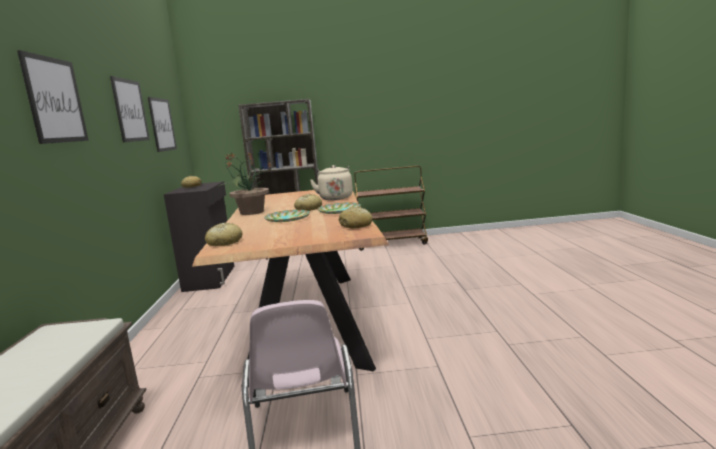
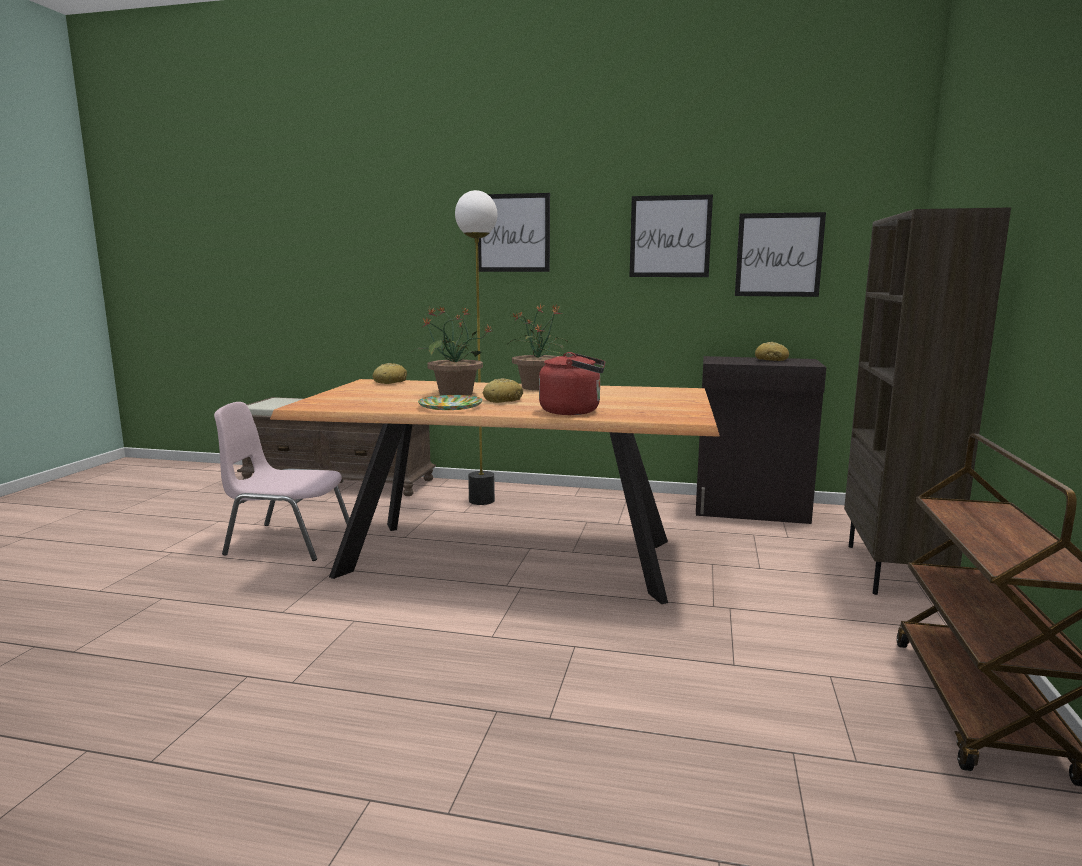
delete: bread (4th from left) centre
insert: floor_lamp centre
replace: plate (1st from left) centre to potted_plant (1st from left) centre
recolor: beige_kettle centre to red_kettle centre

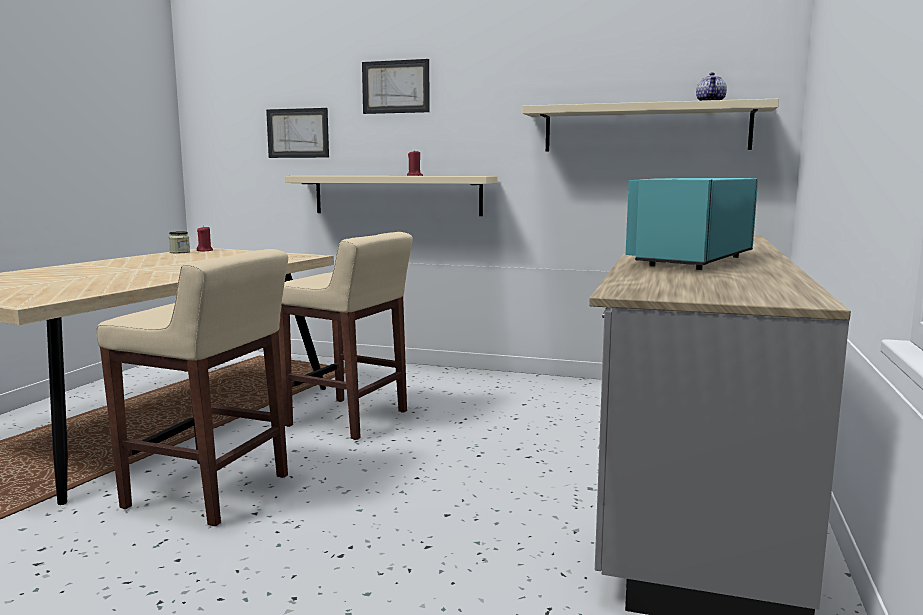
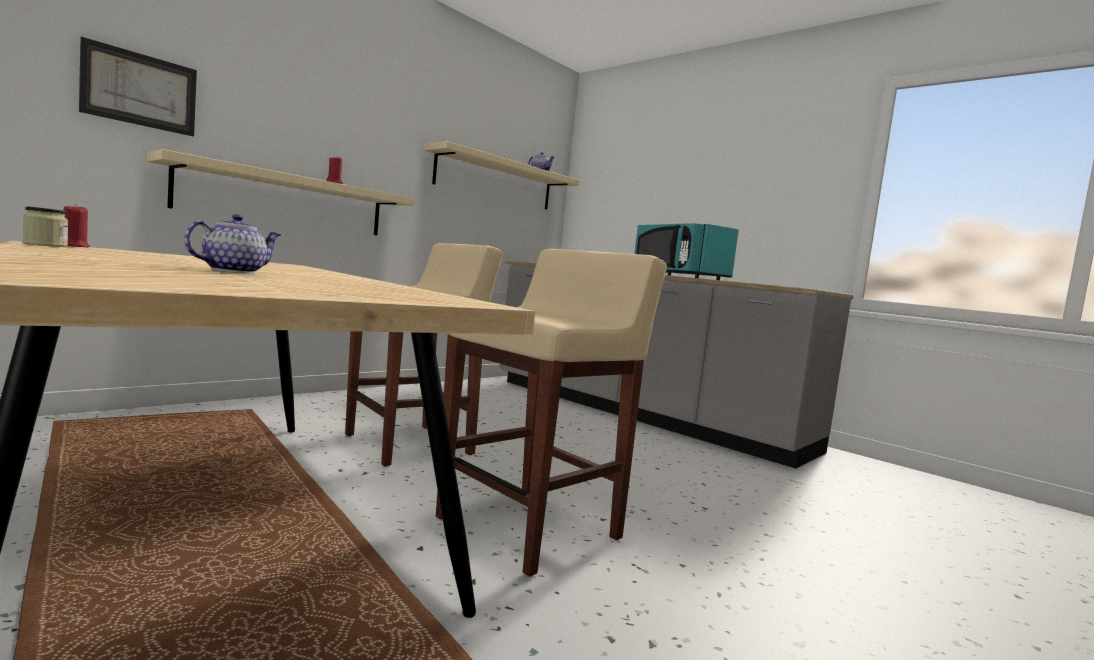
delete: picture (2nd from left) top centre
insert: teapot (1st from left) middle left

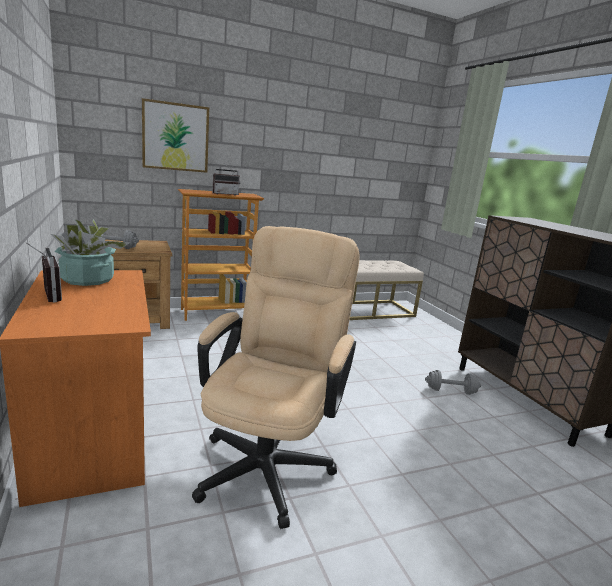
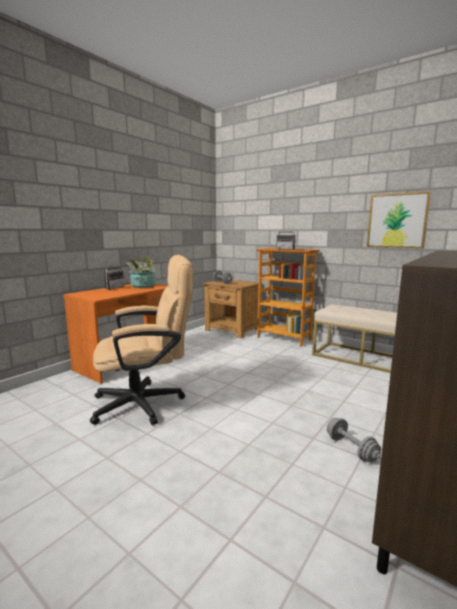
move: picture top left to middle right

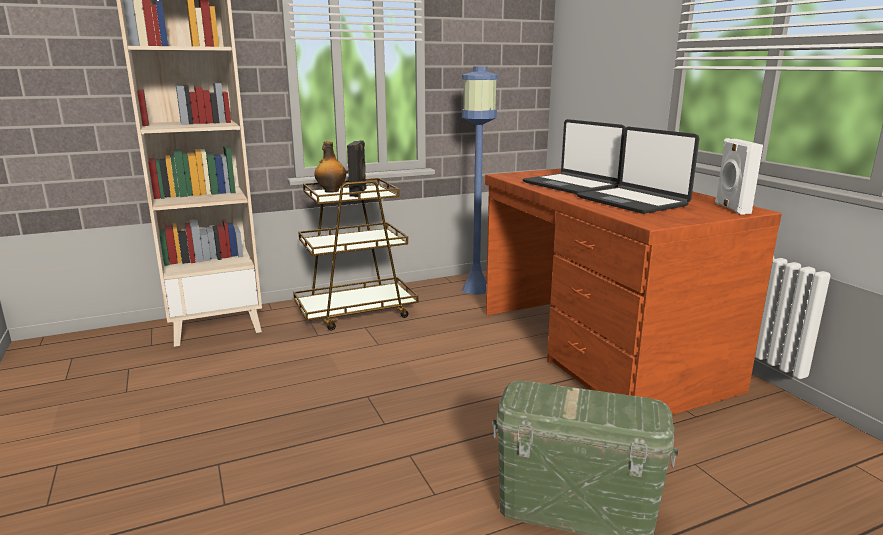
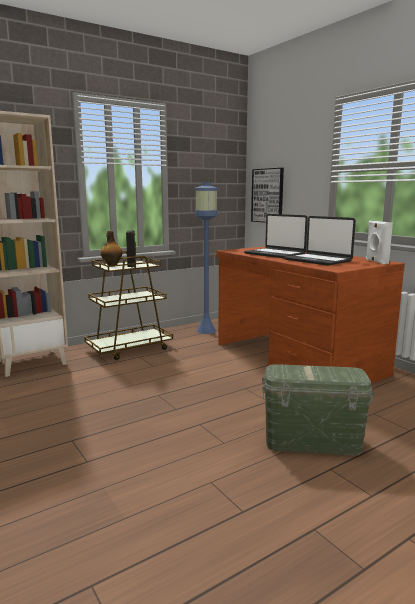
insert: picture top centre

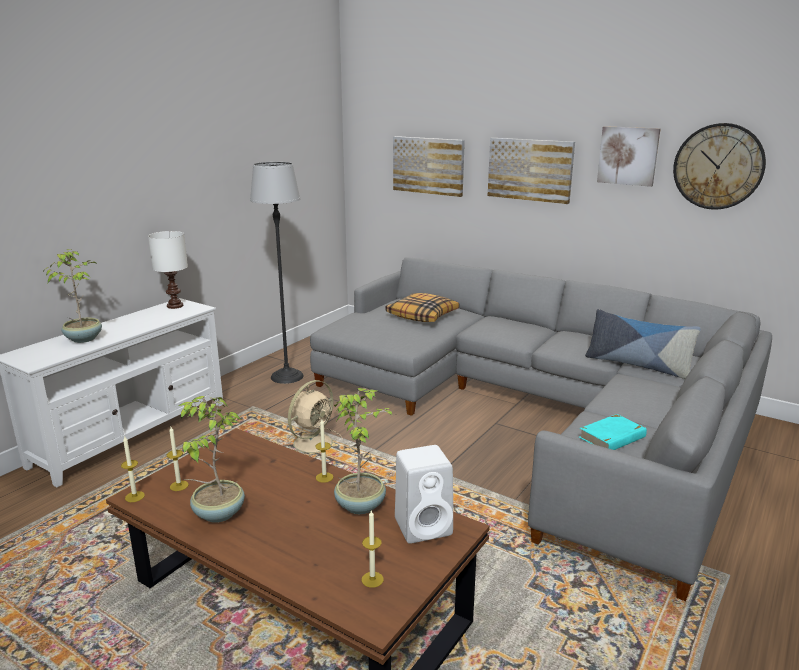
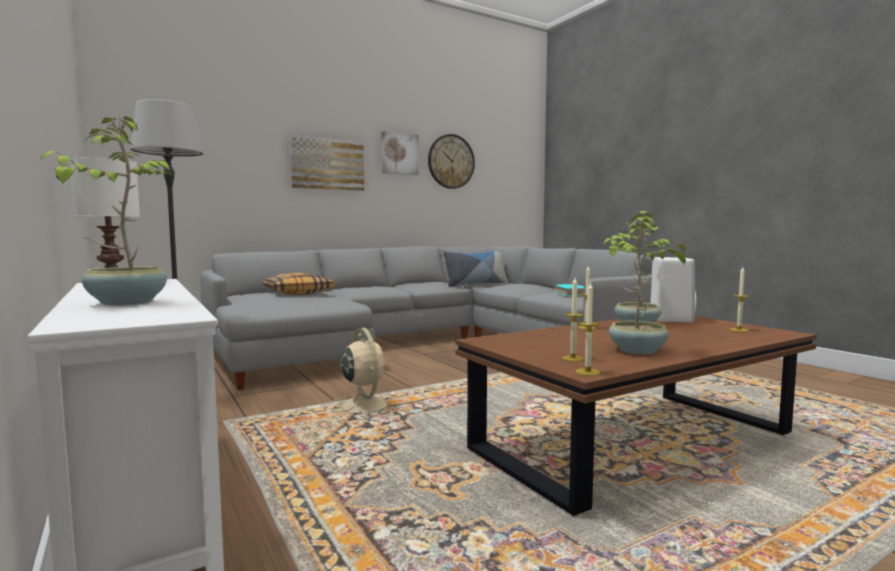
delete: picture (1st from left) top centre

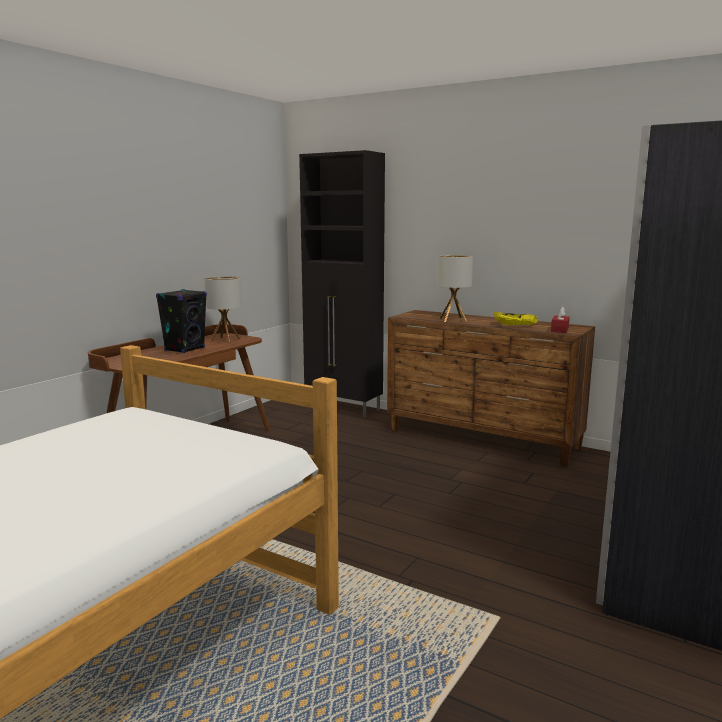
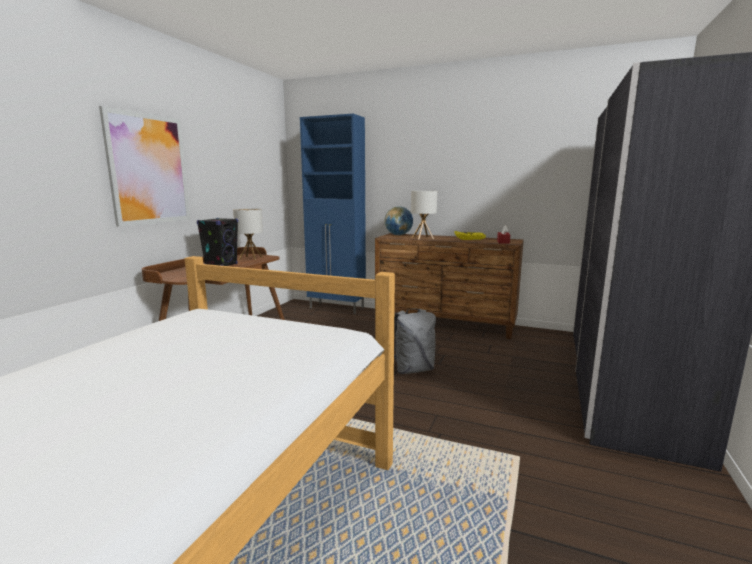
insert: picture top left; globe centre; grey_backpack centre
recolor: black_cabinet centre to blue_cabinet centre

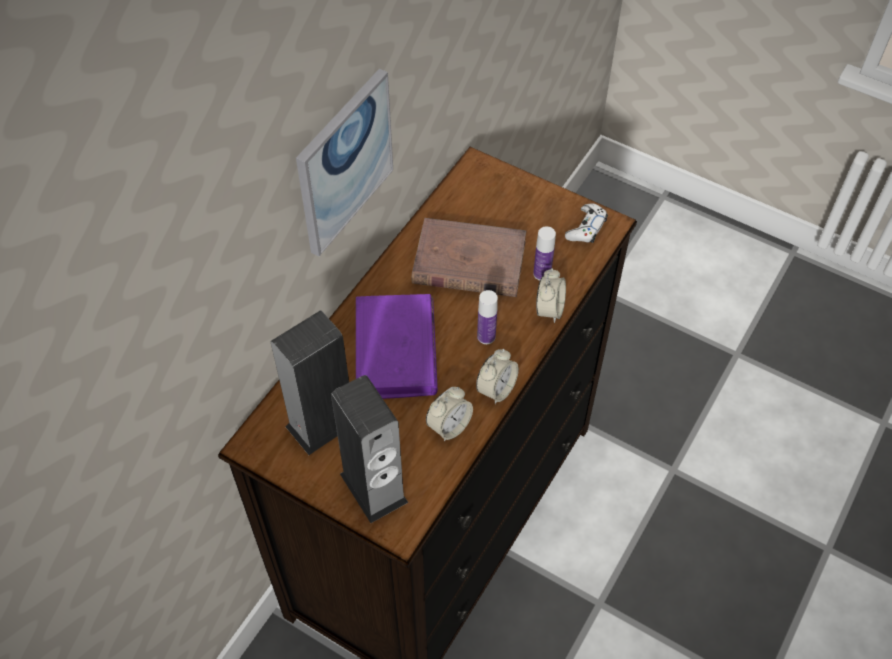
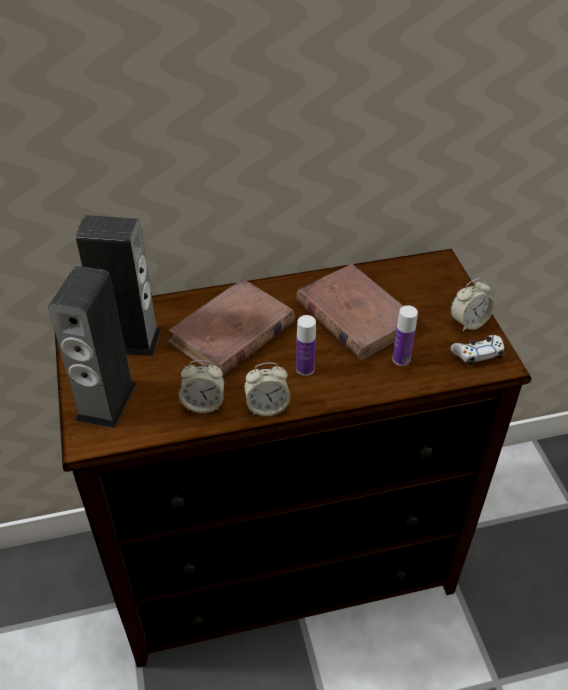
delete: picture top centre
move: alarm_clock (3rd from left) centre to middle right
recolor: purple_book centre to brown_book (1st from left) centre

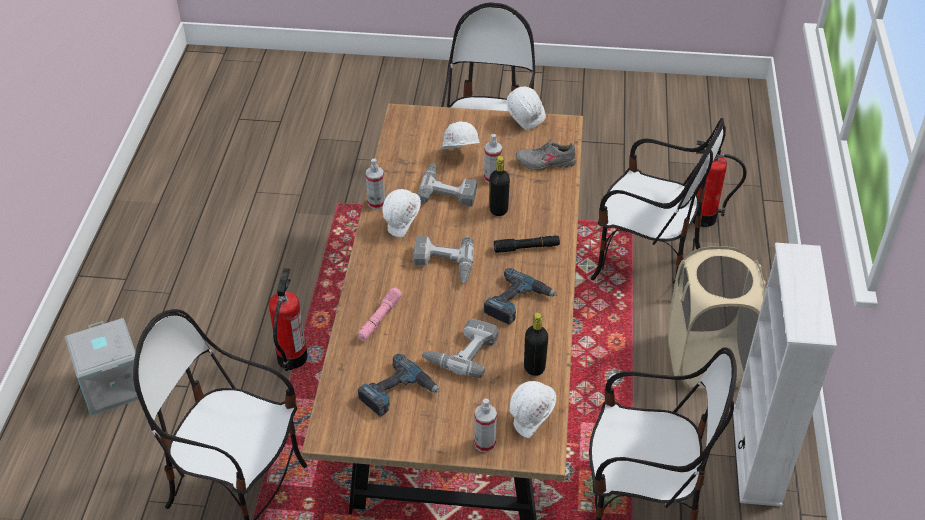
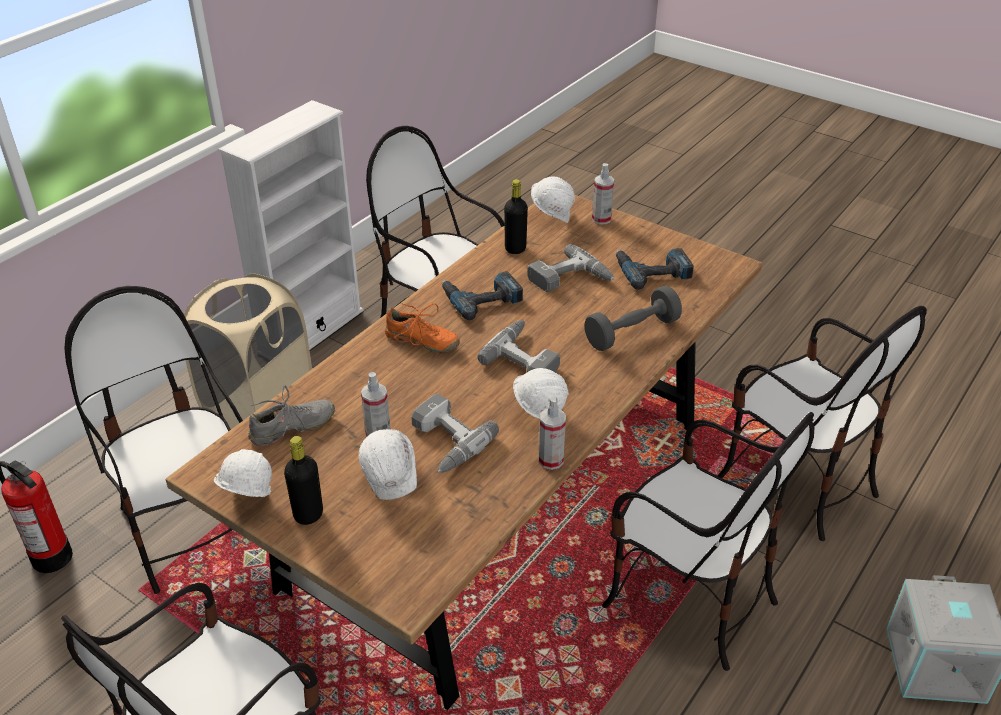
move: black_bottle (1st from left) centre to bottom left
replace: black_flashlight centre to orange_shoe centre; fire_extinguisher (1st from left) middle left to chair (4th from left) bottom right; pink_flashlight centre to grey_dumbbell centre
rotate: grey_shoe top centre = middle left 60 degrees counterclockwise

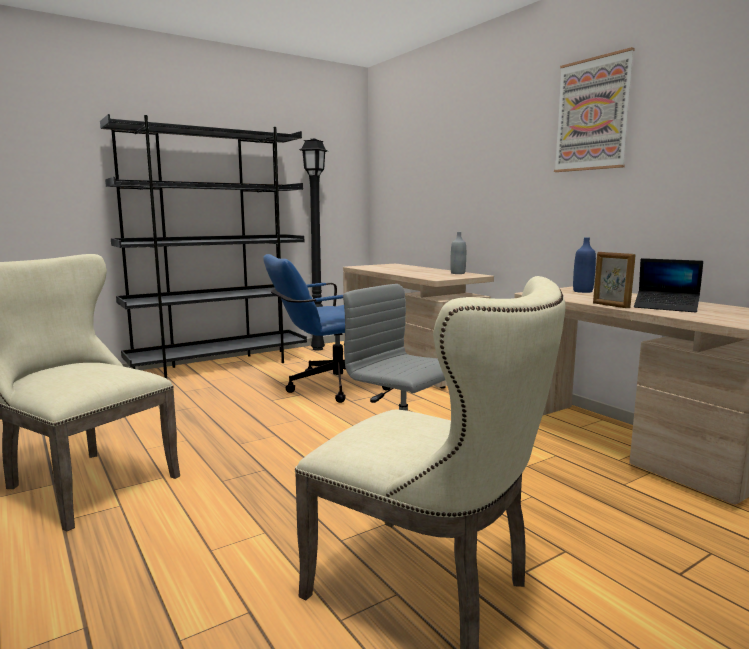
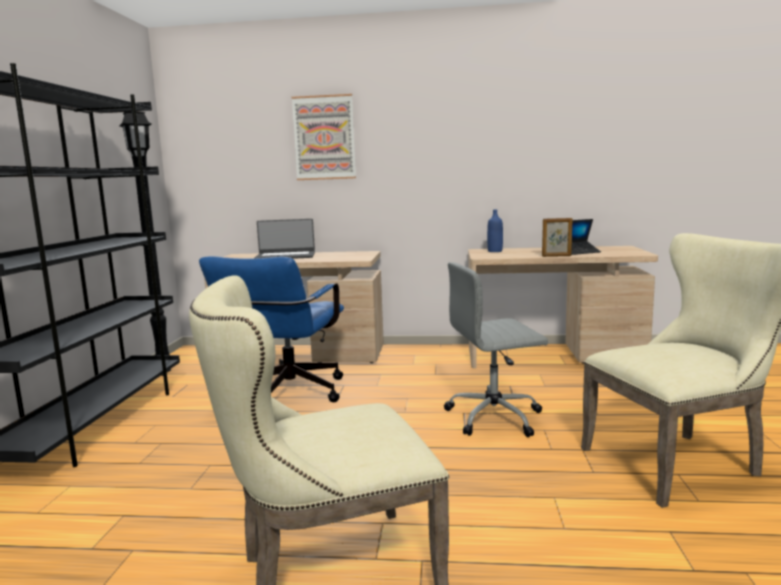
delete: grey_bottle centre
insert: laptop (1st from left) centre
move: picture top right to top centre

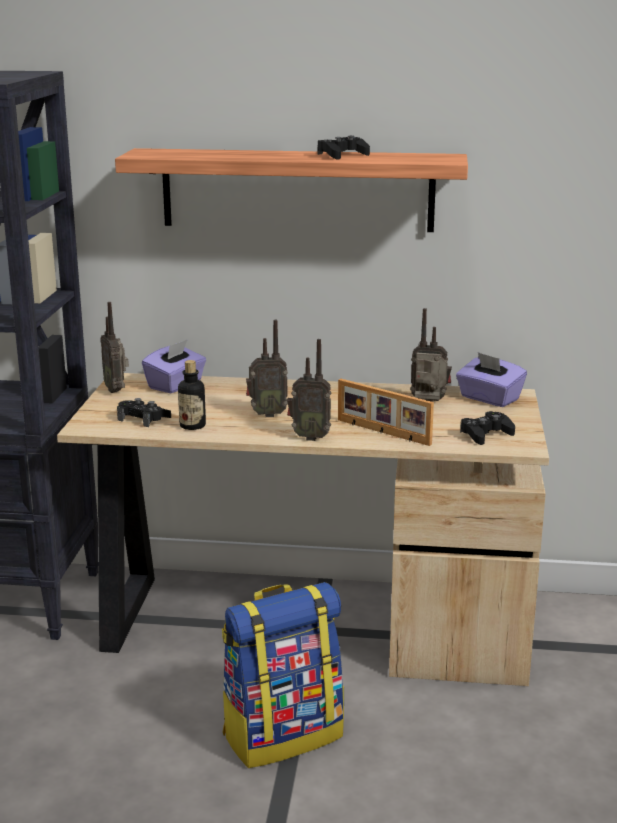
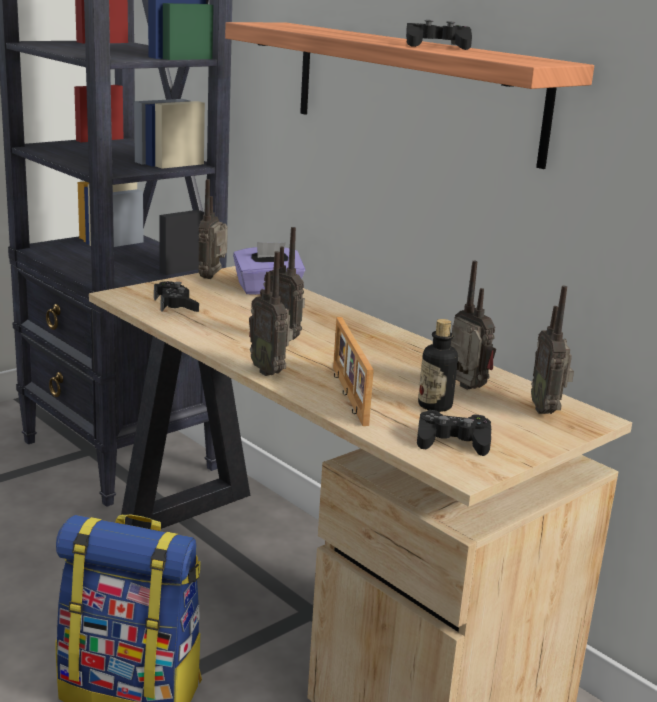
move: bottle middle left to middle right
replace: purple_tissue_box (2nd from left) middle right to radio (5th from left) middle right

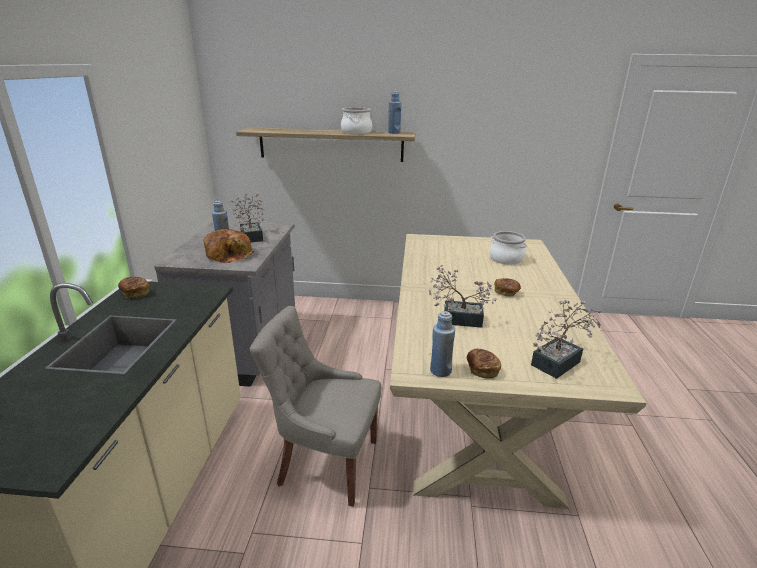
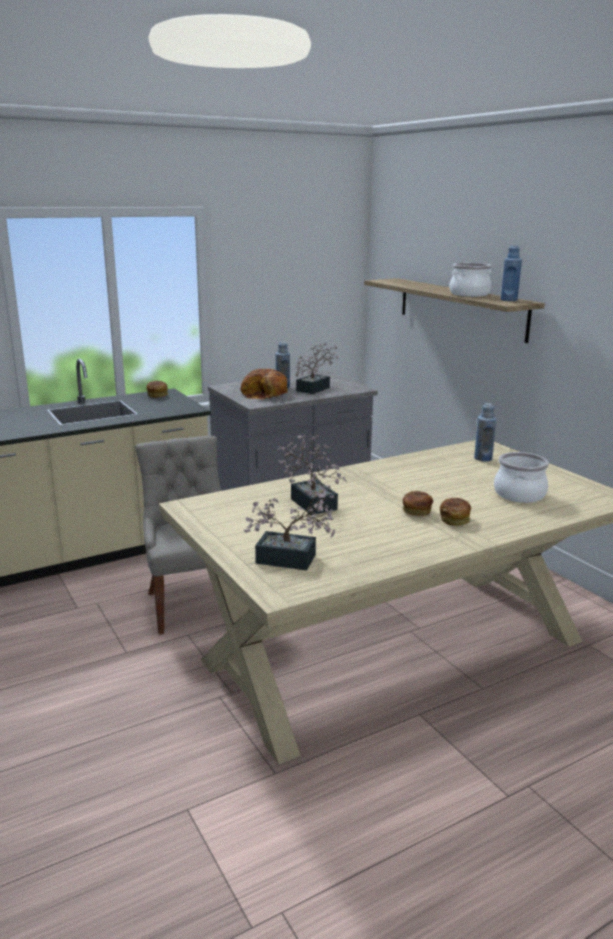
move: blue_bottle (3rd from left in the first image) centre to blue_bottle (2nd from left) middle right; bread (3rd from left in the first image) centre to bread (4th from left) middle right

